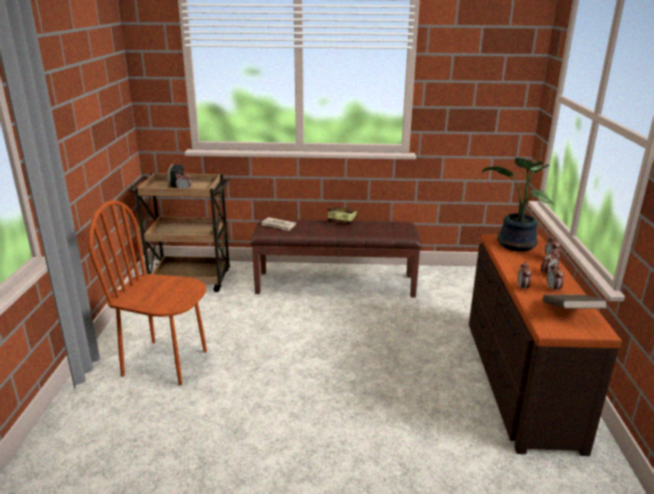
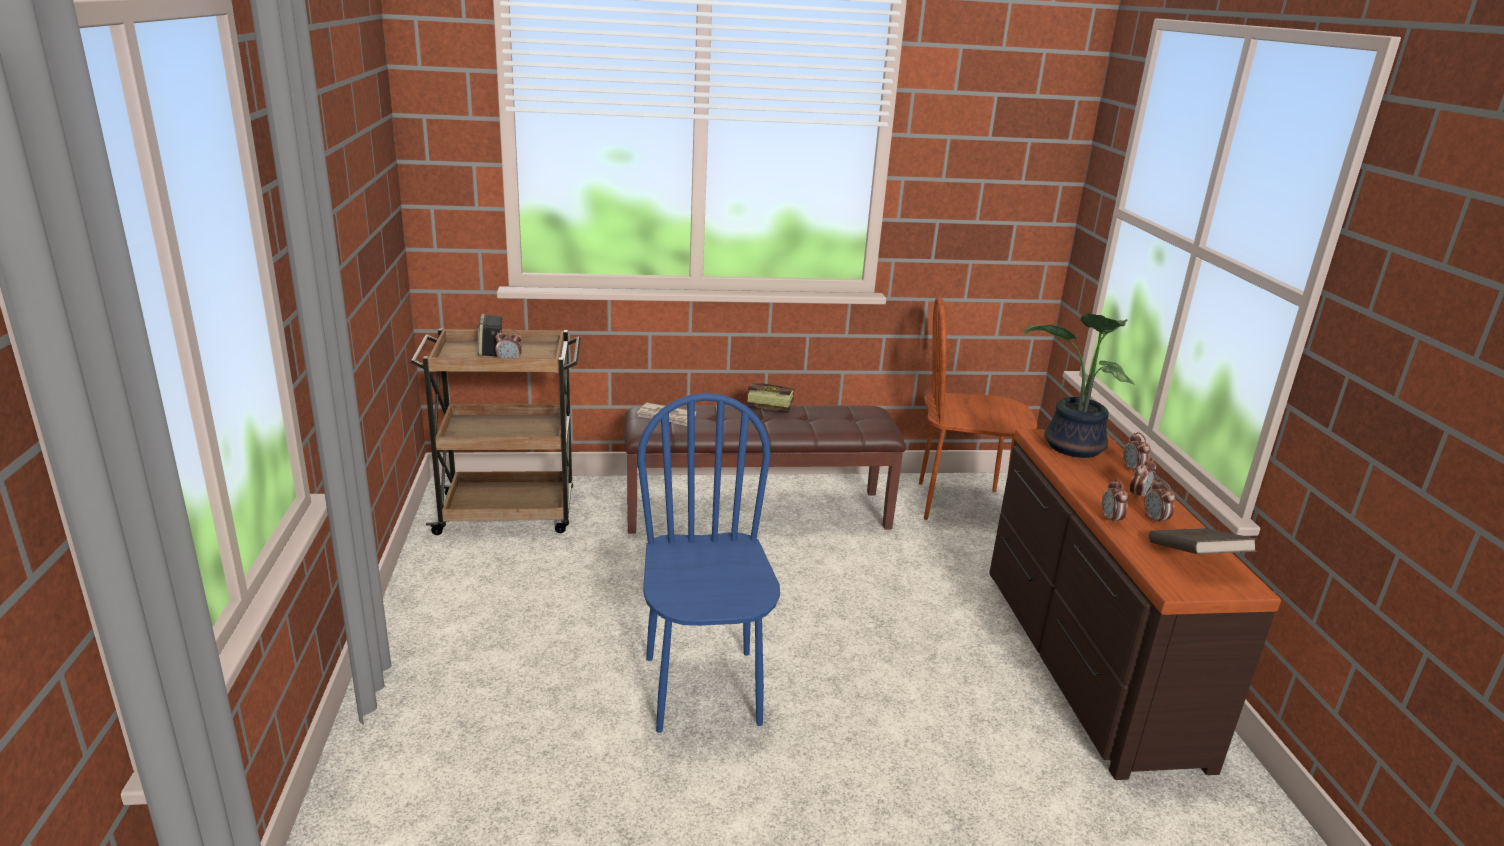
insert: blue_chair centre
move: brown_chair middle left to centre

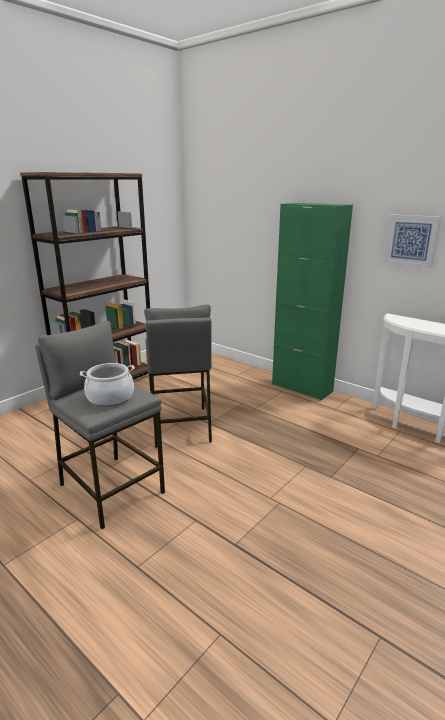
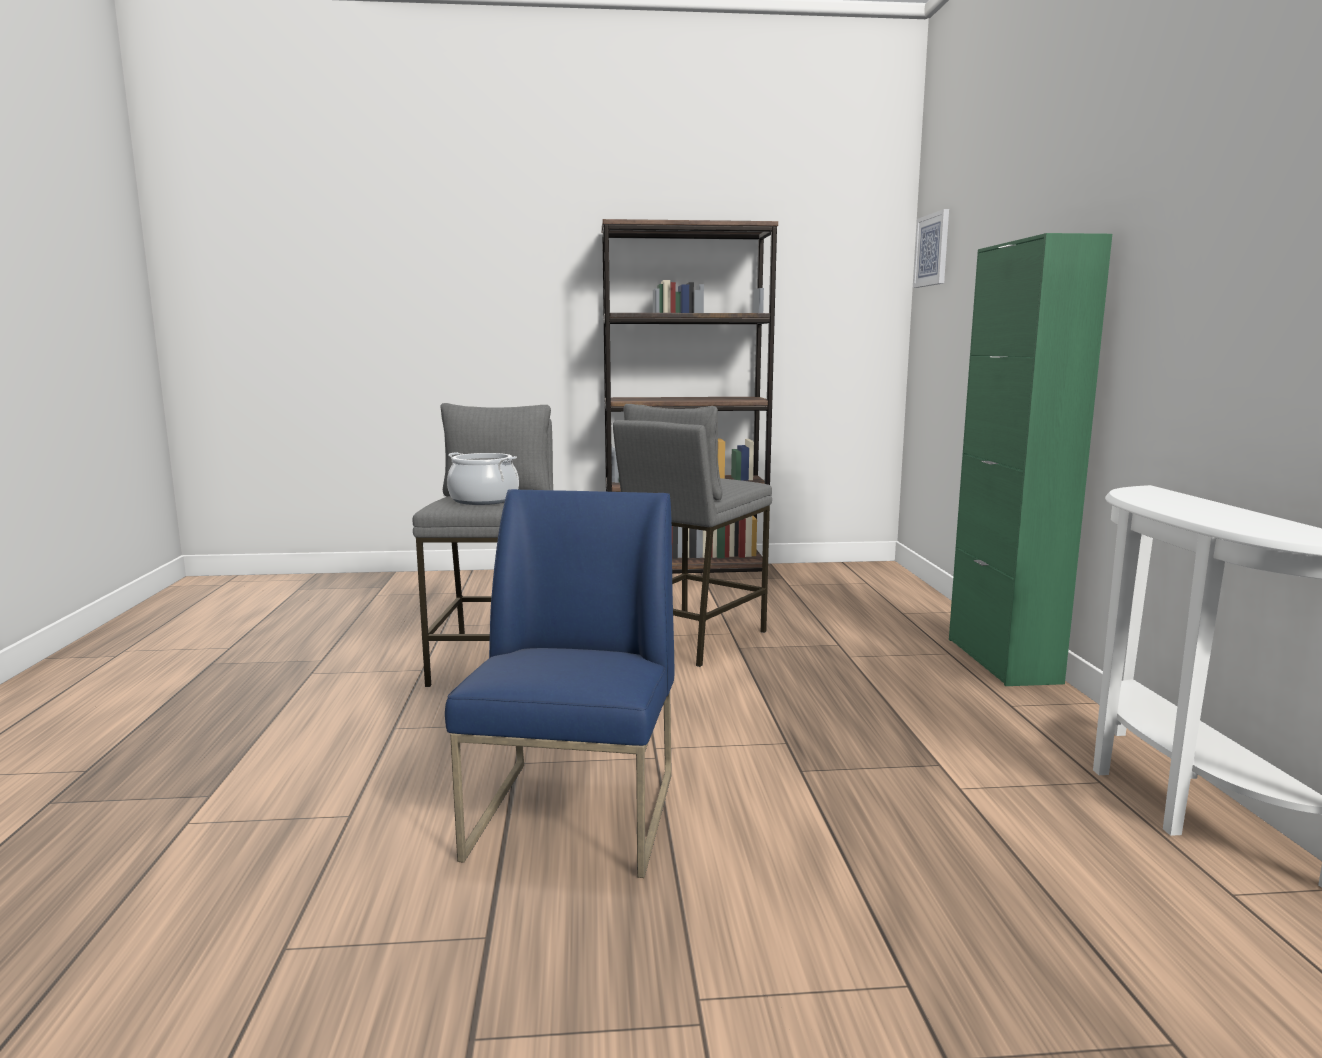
insert: blue_chair centre
move: picture middle right to top right

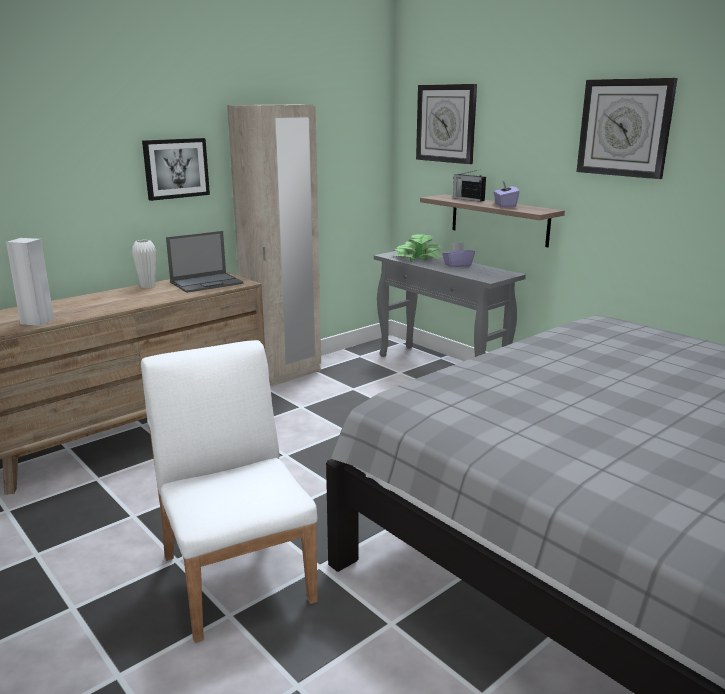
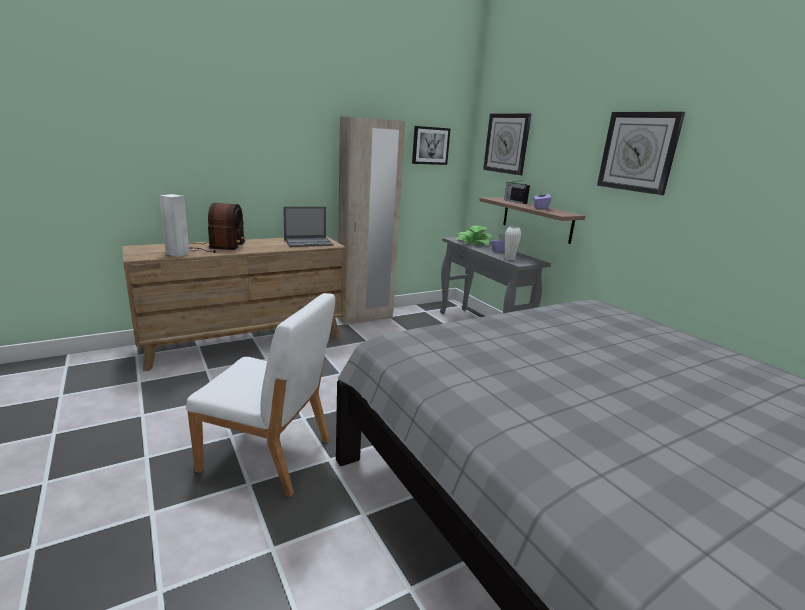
insert: radio (1st from left) middle left
move: picture top left to top centre; white_vase middle left to centre
rotate: white_chair bottom left = middle left 120 degrees clockwise

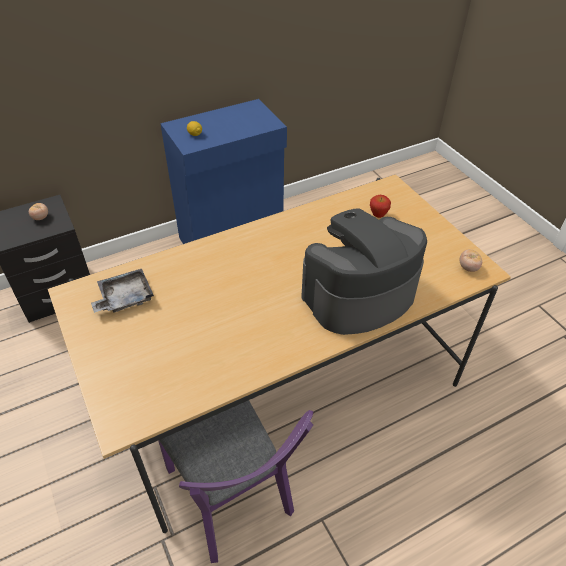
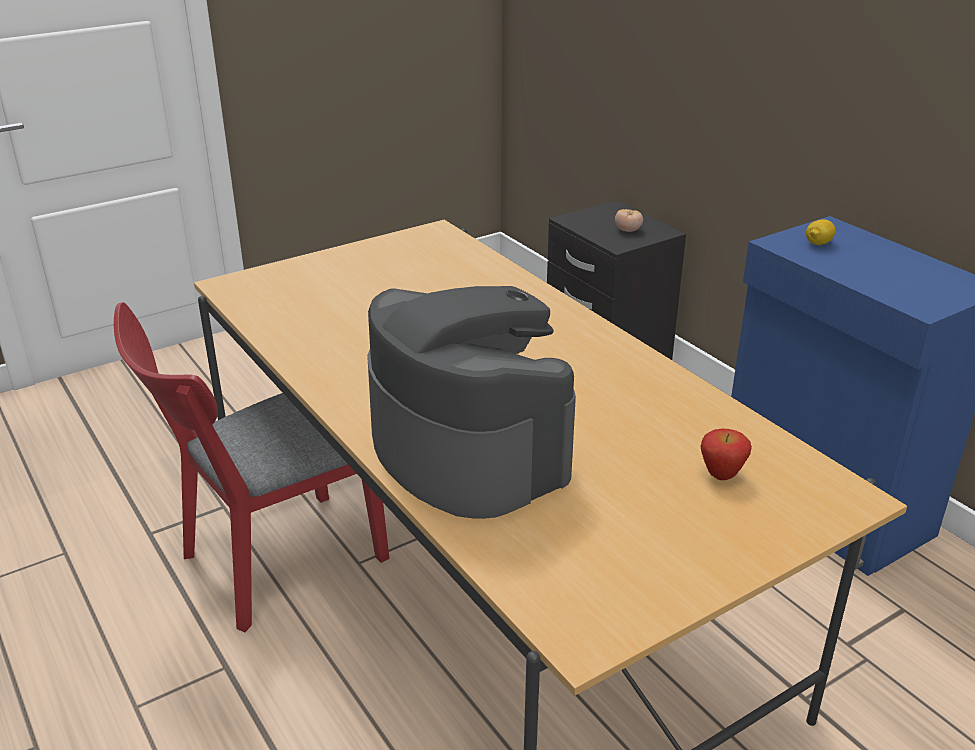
delete: tomato (2nd from left) middle right; grey_tray middle left
recolor: purple_chair bottom centre to red_chair middle left

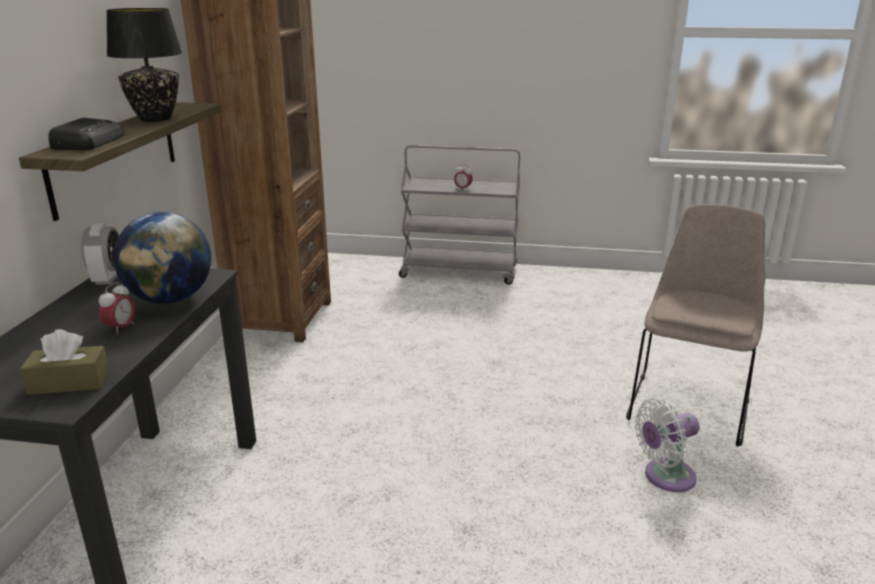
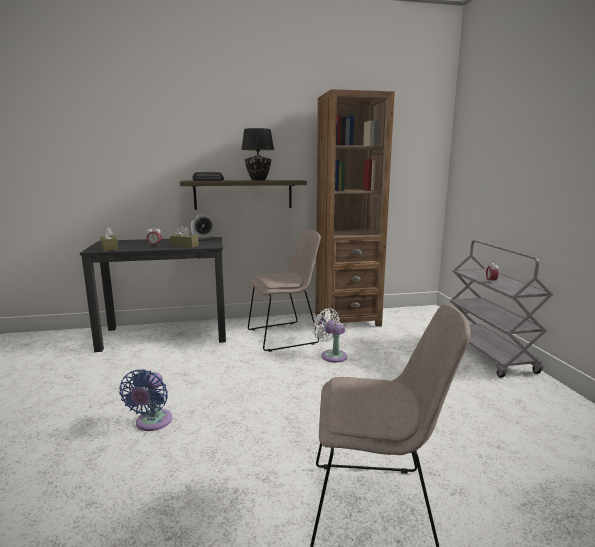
insert: beige_chair (1st from left) centre; blue_fan bottom left
move: white_fan bottom right to centre
replace: globe middle left to brown_tissue_box (2nd from left) middle left

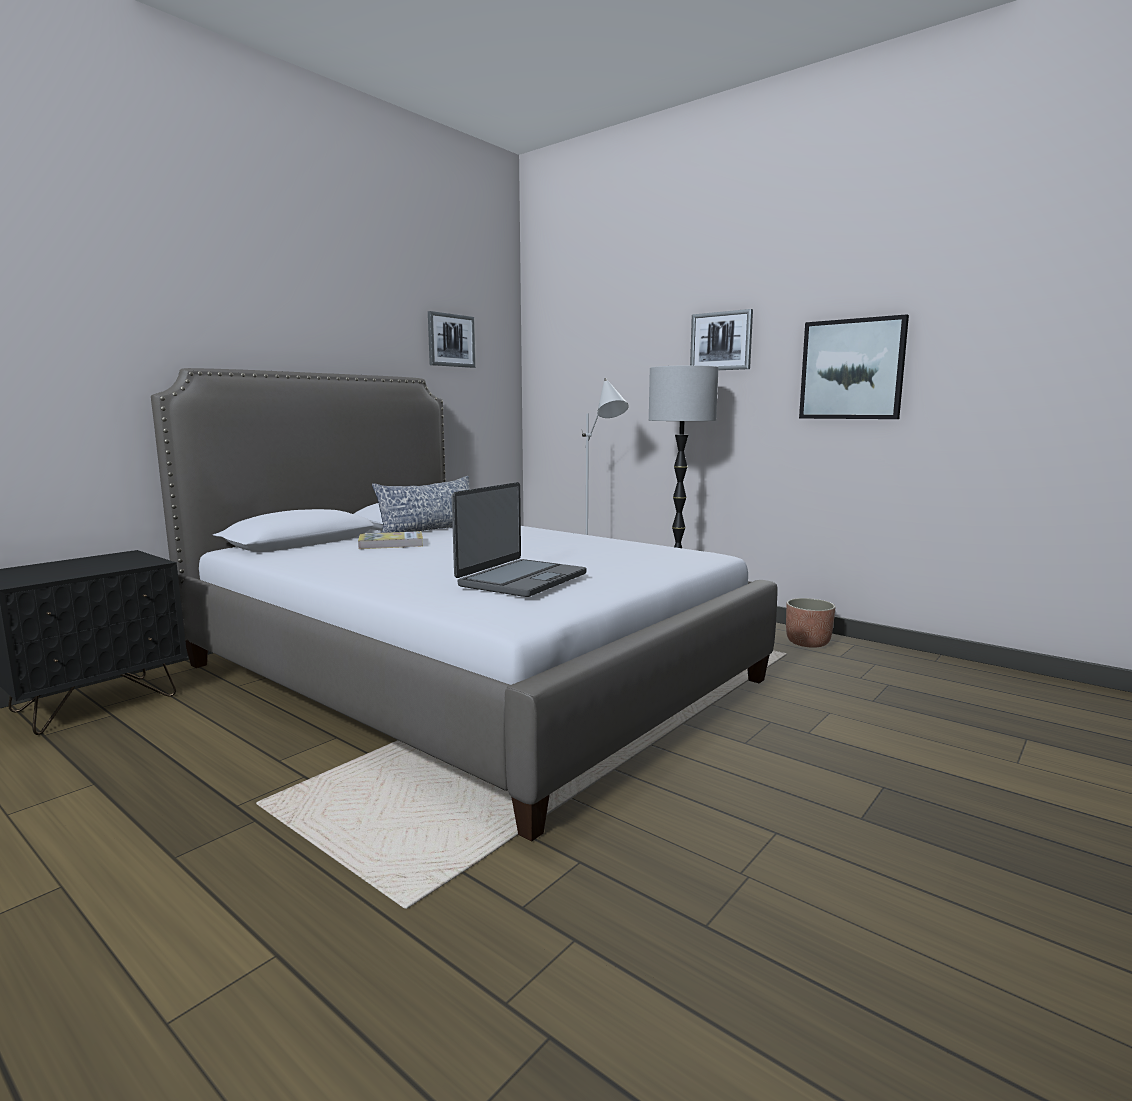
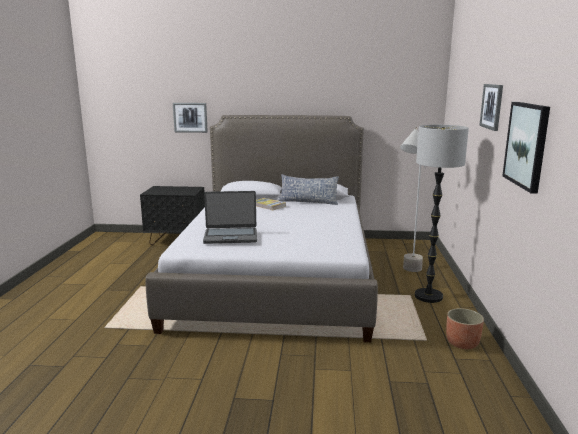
move: picture (1st from left) top centre to top left

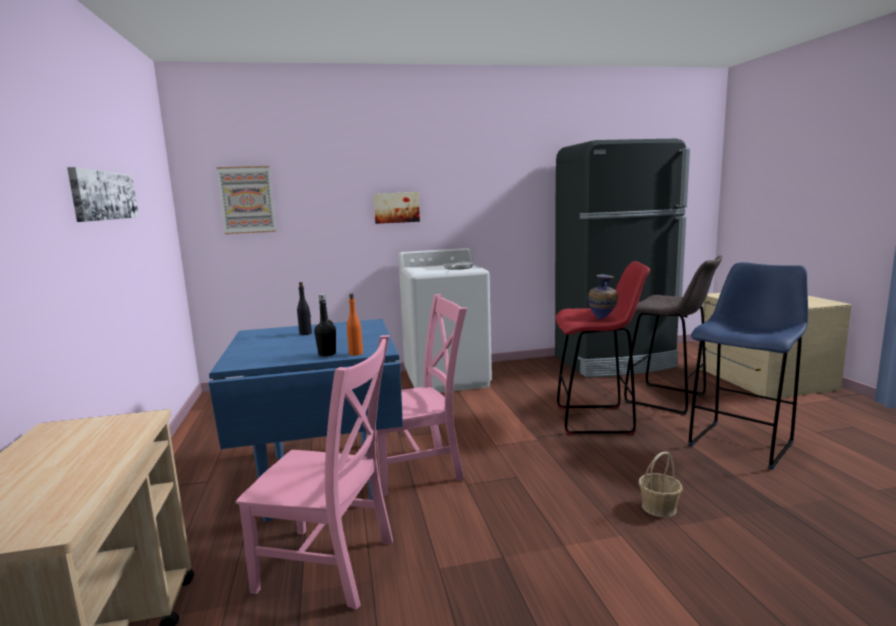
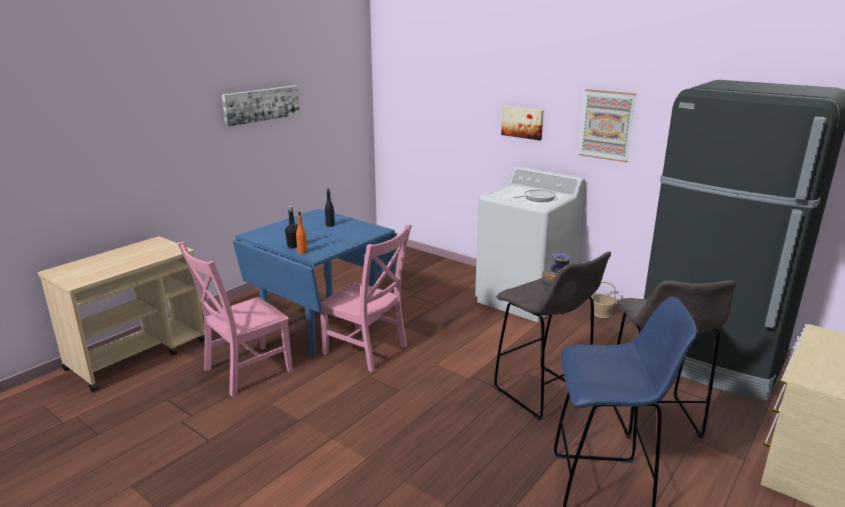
move: picture (2nd from left in the first image) top left to picture (3rd from left) top right; basket bottom right to middle right
recolor: red_stool middle right to grey_stool (1st from left) centre
rotate: pink_chair (1st from left) bottom centre = middle left 75 degrees clockwise

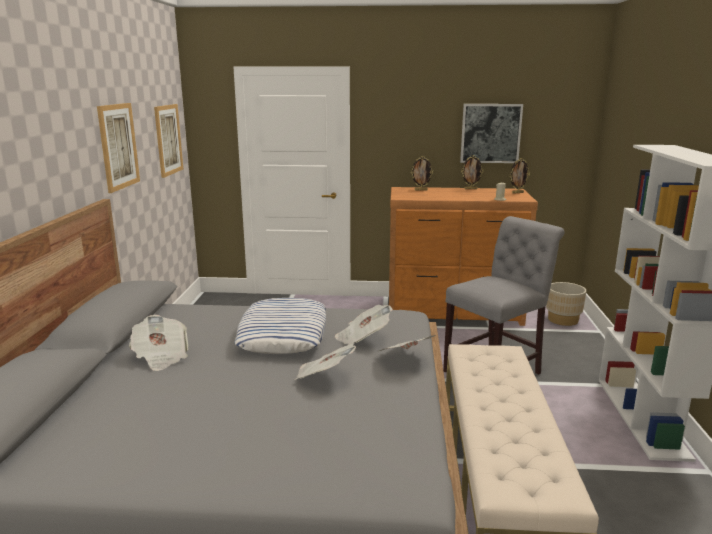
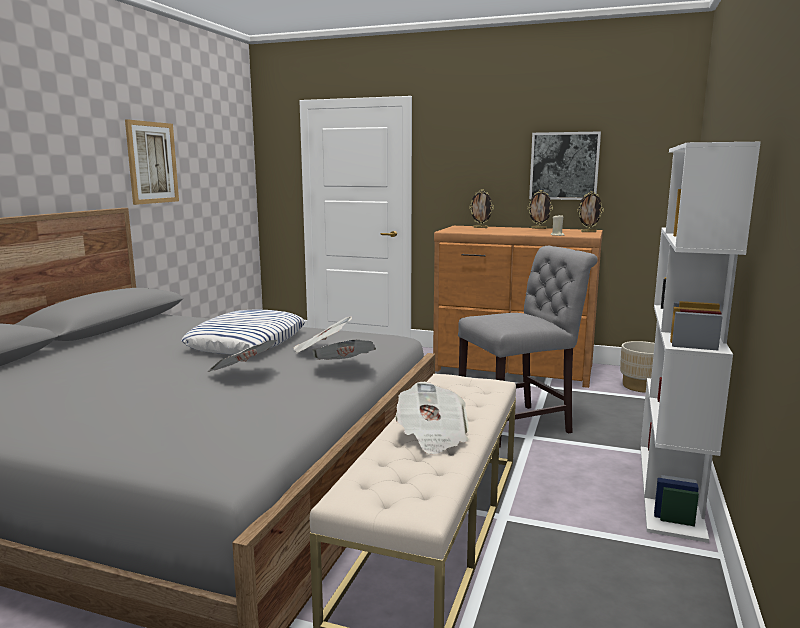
delete: picture (2nd from left) top left
move: newspaper (1st from left in the first image) middle left to newspaper (4th from left) centre

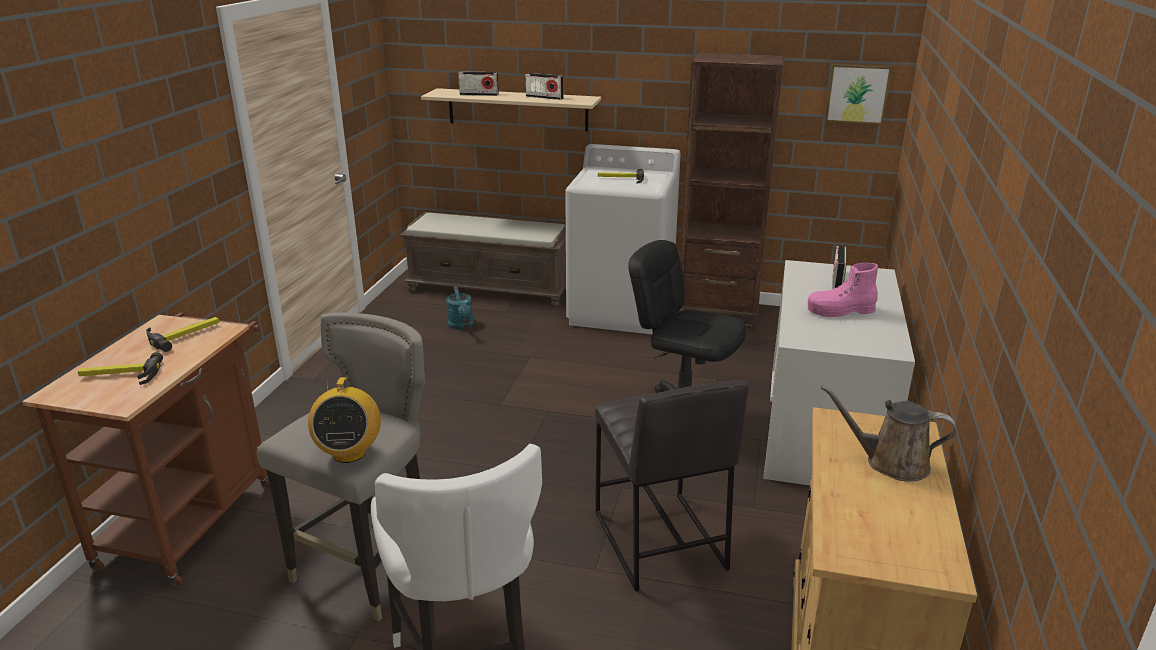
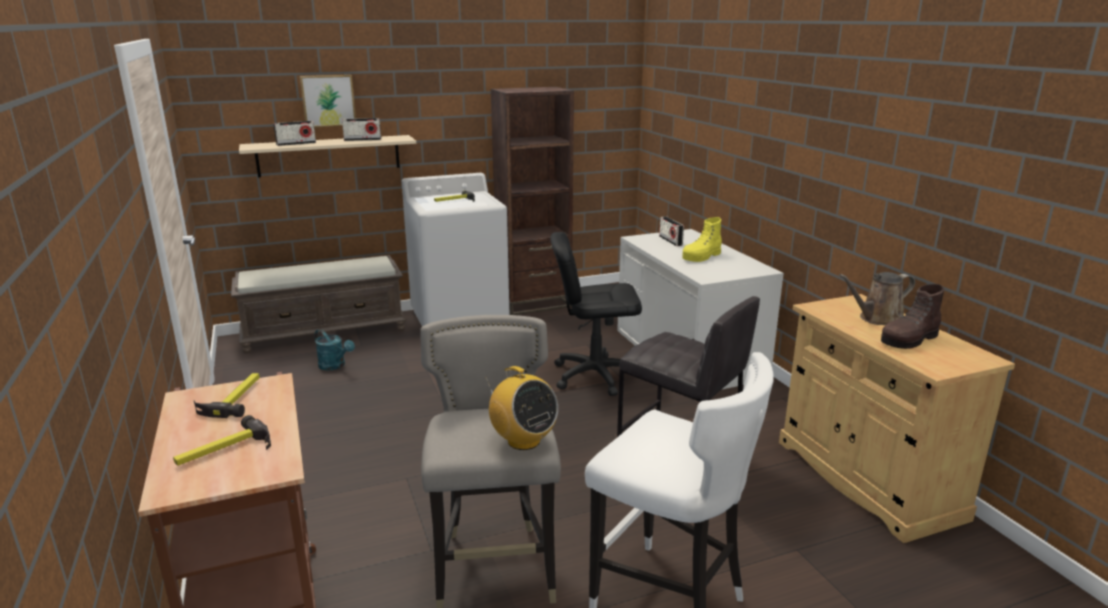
insert: brown_boot middle right
move: picture top right to top left
recolor: pink_boot middle right to yellow_boot centre

